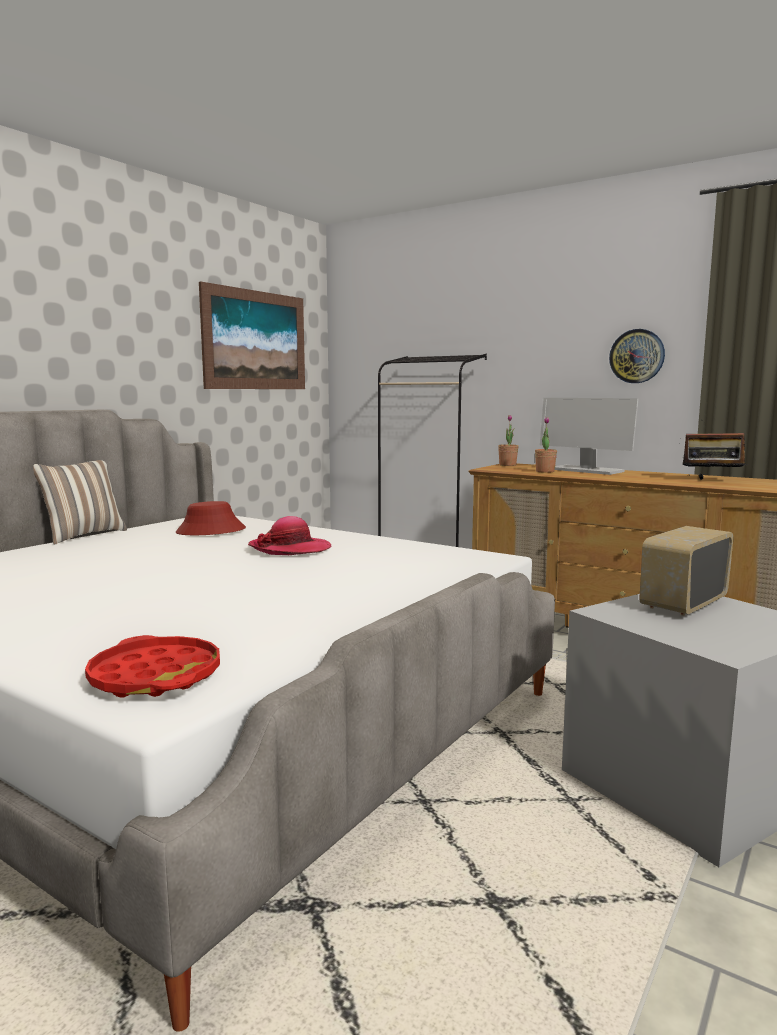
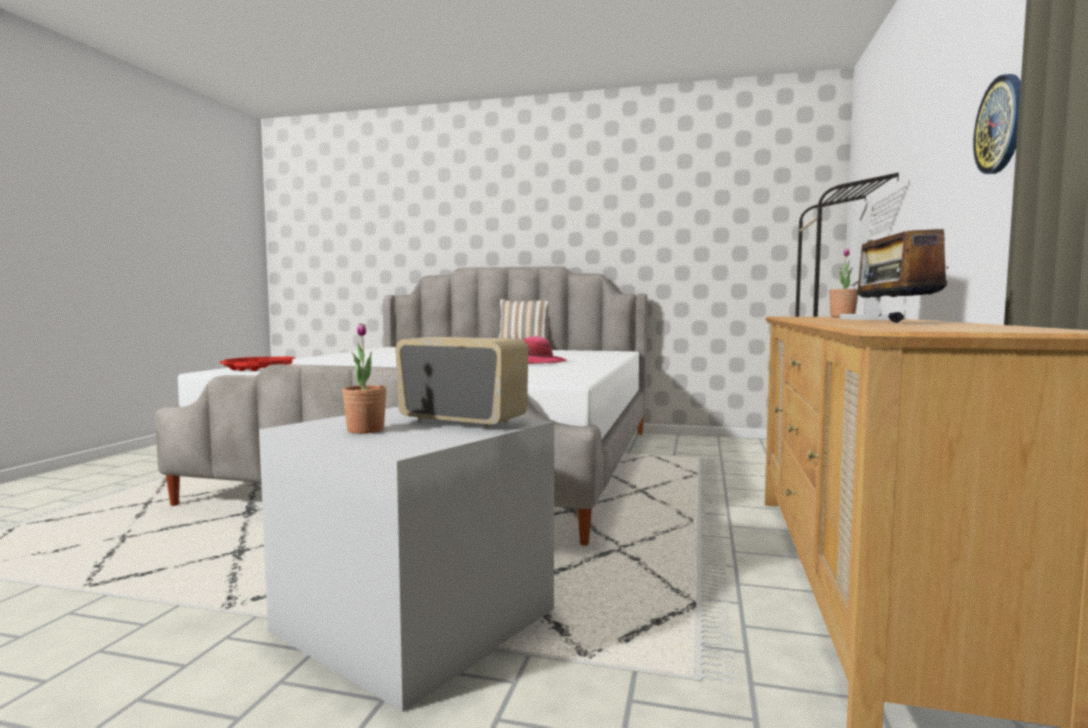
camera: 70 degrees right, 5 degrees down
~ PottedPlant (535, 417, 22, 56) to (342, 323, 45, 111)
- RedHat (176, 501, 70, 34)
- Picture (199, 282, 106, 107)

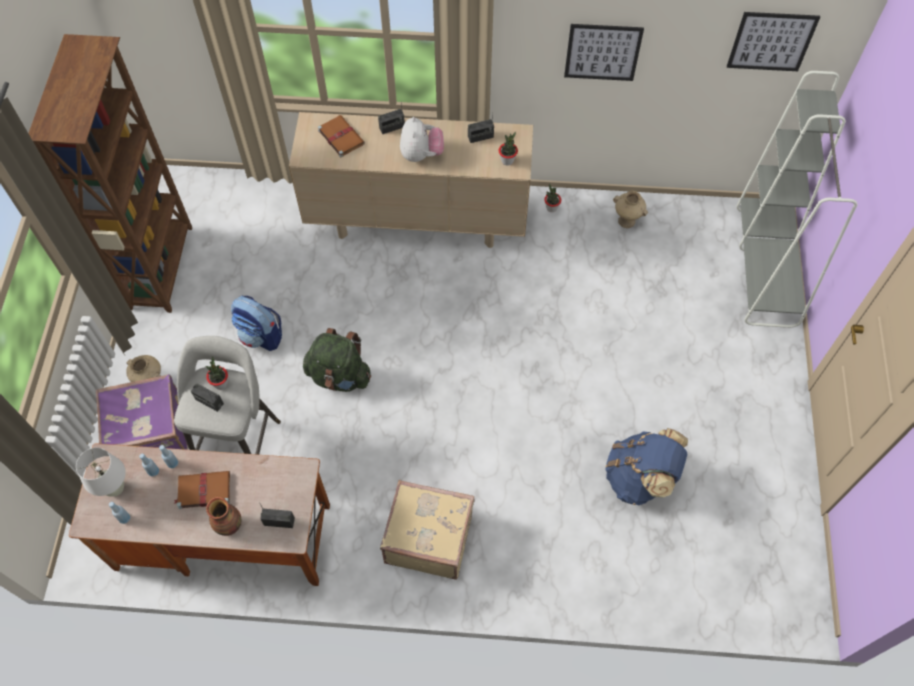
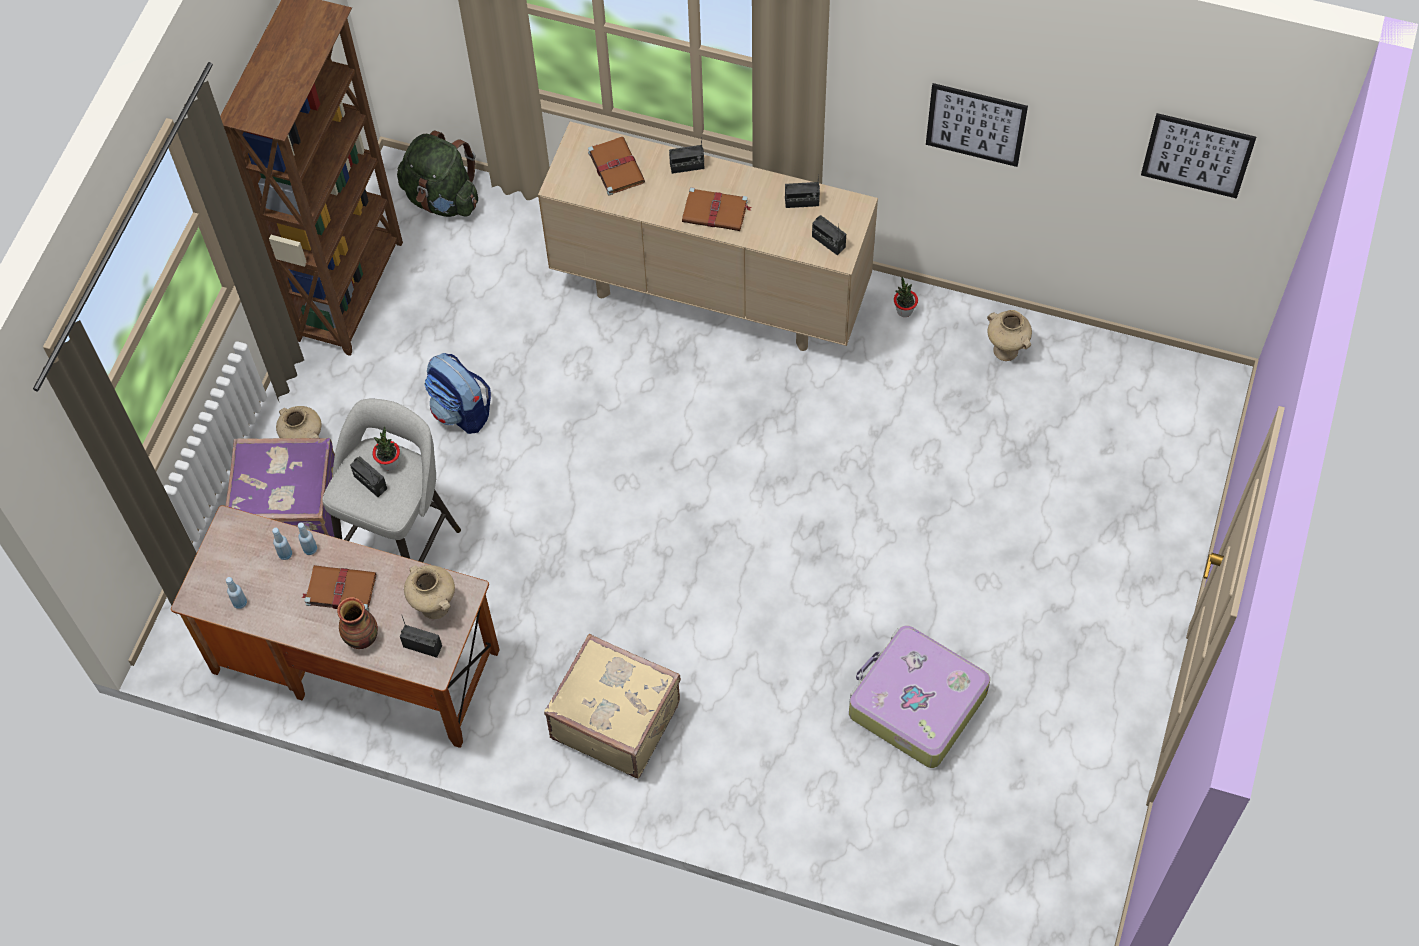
camera: 15 degrees right, 0 degrees up
~ GreenBackpack (303, 328, 68, 64) to (397, 130, 81, 87)
+ BeigeVase (404, 565, 51, 54)
~ PlushToy (400, 117, 44, 45) to BrownBook (682, 187, 70, 44)
~ PottedPlant (499, 132, 19, 34) to Radio (812, 215, 34, 40)
~ BlueBackpack (605, 428, 83, 77) to Suitcase (849, 625, 141, 143)
- WhiteTableLamp (76, 448, 50, 49)
- GreyClothesRack (736, 71, 122, 257)

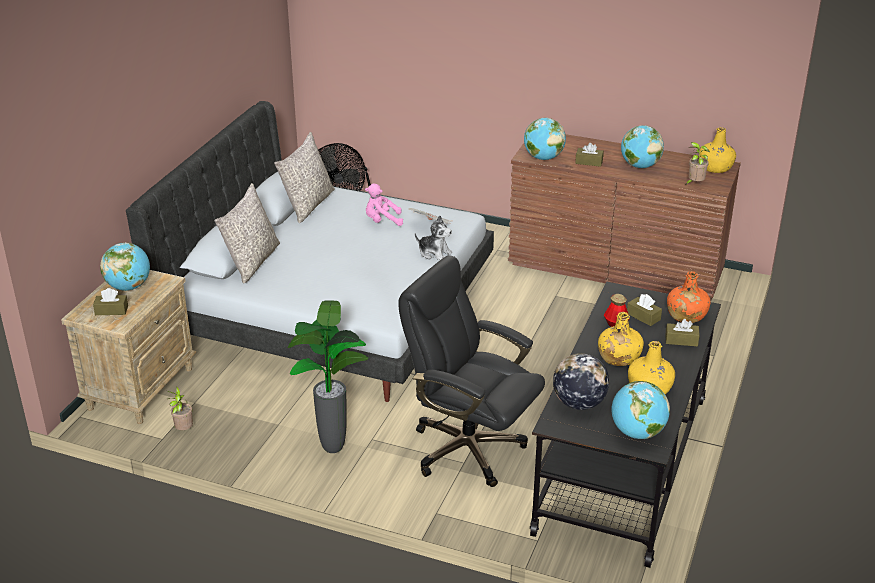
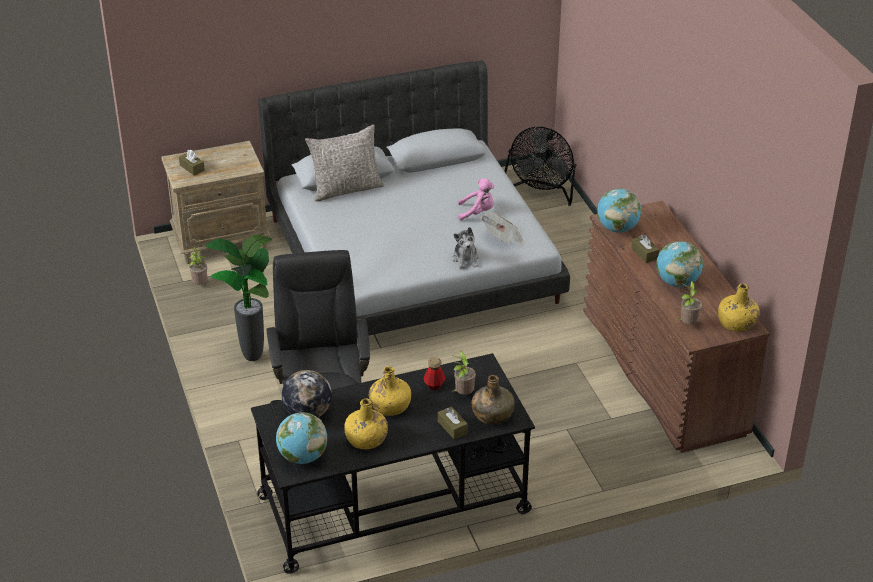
camera: 50 degrees right, 5 degrees up
~ BrownTissueBox (627, 294, 35, 32) to PottedPlant (451, 351, 25, 44)
~ PinkPlushToy (365, 184, 38, 42) = (458, 178, 36, 43) 135 degrees clockwise
~ OrangeBottle (667, 271, 43, 52) to GreenBottle (471, 375, 44, 50)
- Globe (100, 243, 50, 48)
- GreyPillow (274, 132, 61, 91)

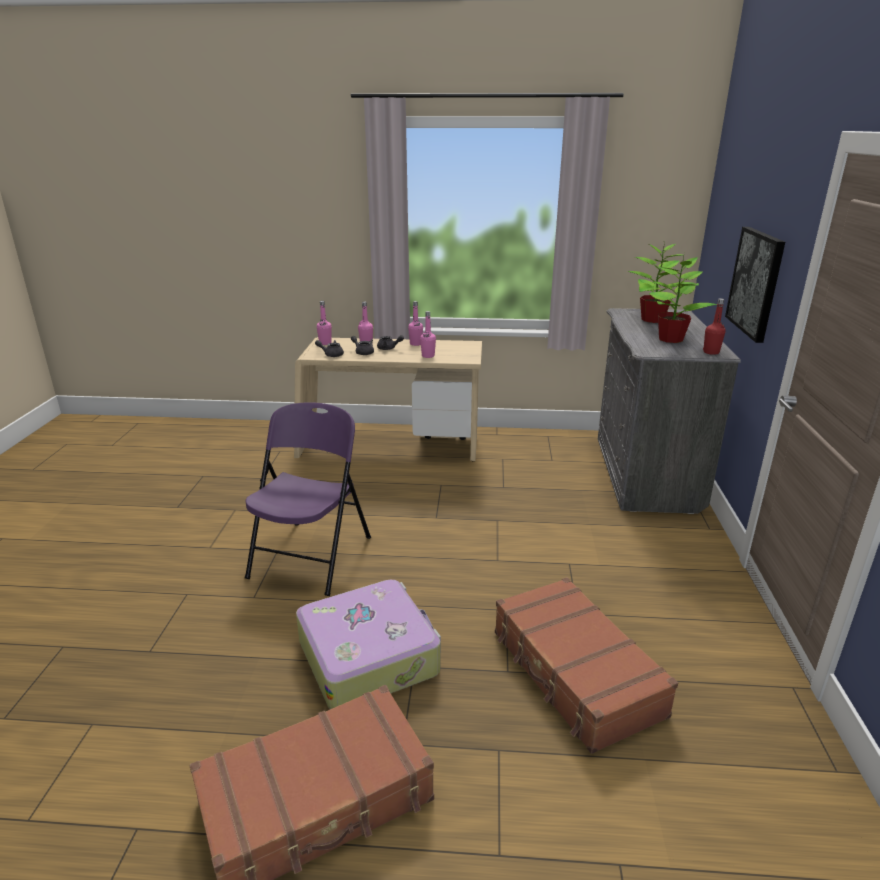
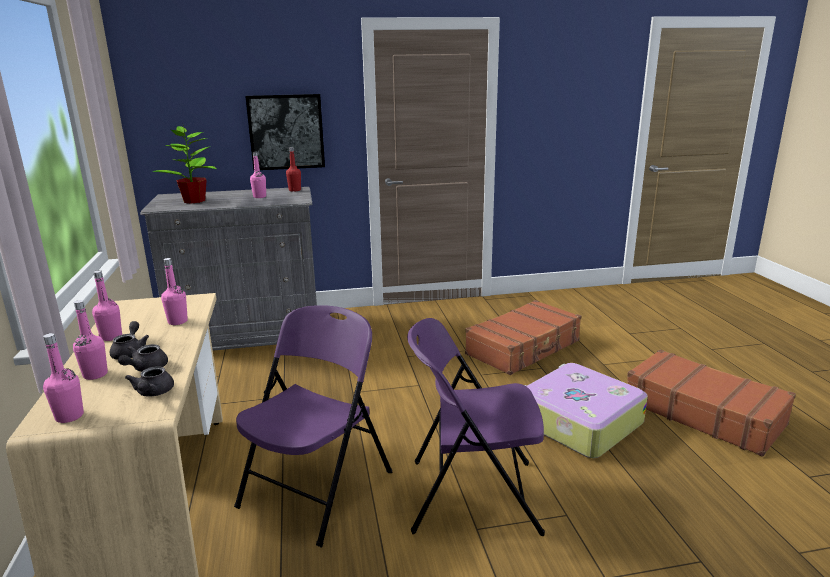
camera: 105 degrees left, 5 degrees down
+ PurpleChair (234, 305, 158, 243)
~ PottedPlant (649, 253, 68, 90) to PinkBottle (250, 152, 16, 46)

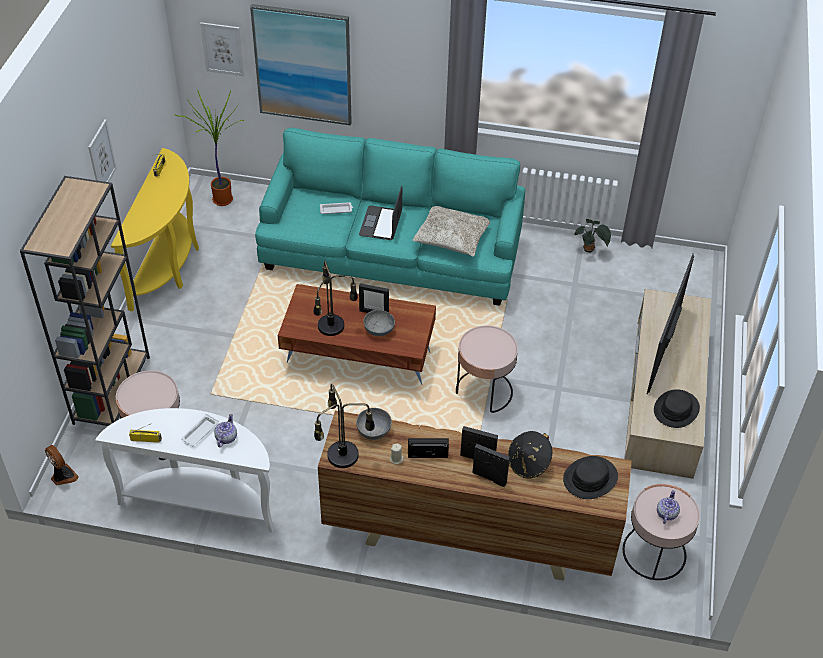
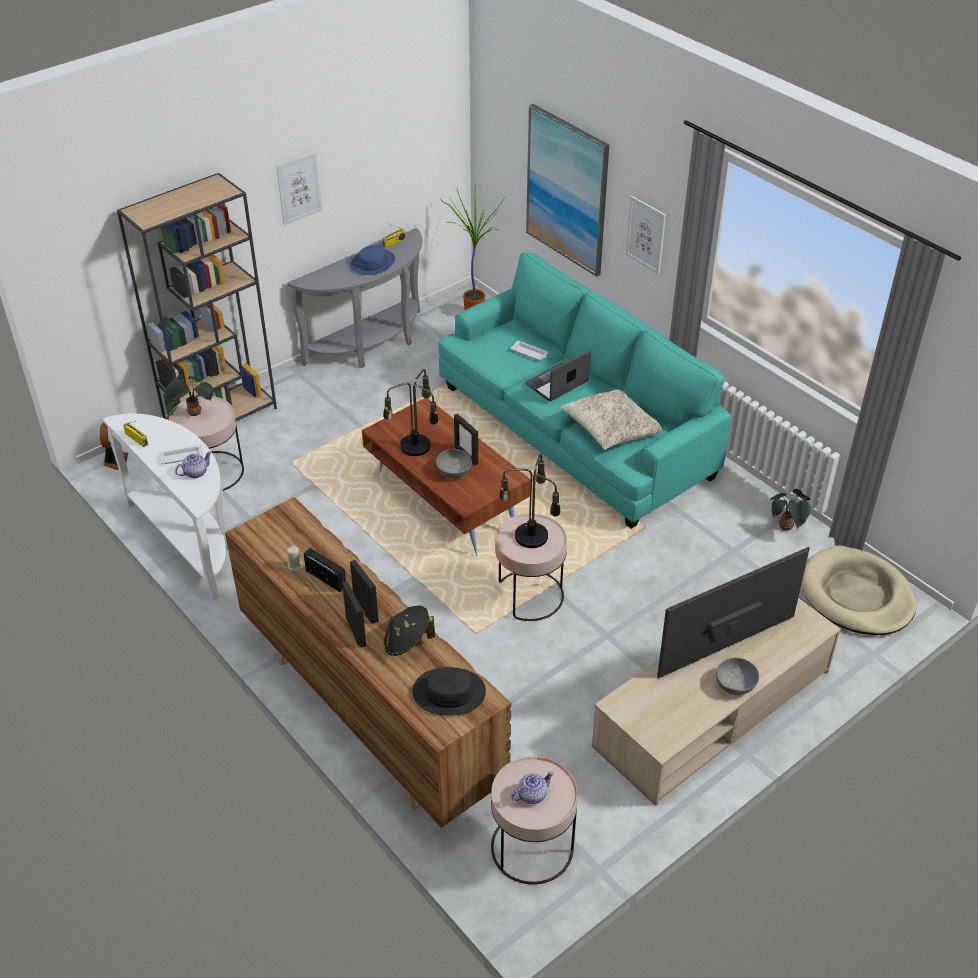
camera: 40 degrees right, 5 degrees down
+ PottedPlant (165, 374, 48, 42)
~ YellowConsoleTable (111, 148, 88, 163) to GreyConsoleTable (287, 228, 135, 140)
+ BlueHat (350, 245, 45, 30)
~ TableLamp (314, 384, 61, 84) to (500, 453, 60, 95)
~ Picture (200, 22, 44, 54) to (625, 196, 41, 79)
~ GreyBowl (356, 408, 36, 32) to (716, 658, 43, 37)
+ BeigeDogBed (802, 546, 115, 89)
- BlackHat (654, 389, 46, 39)

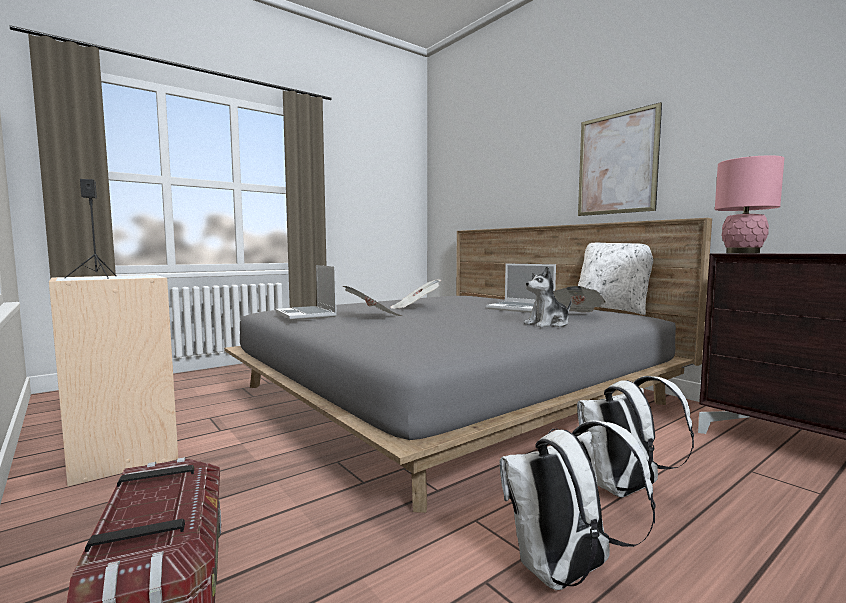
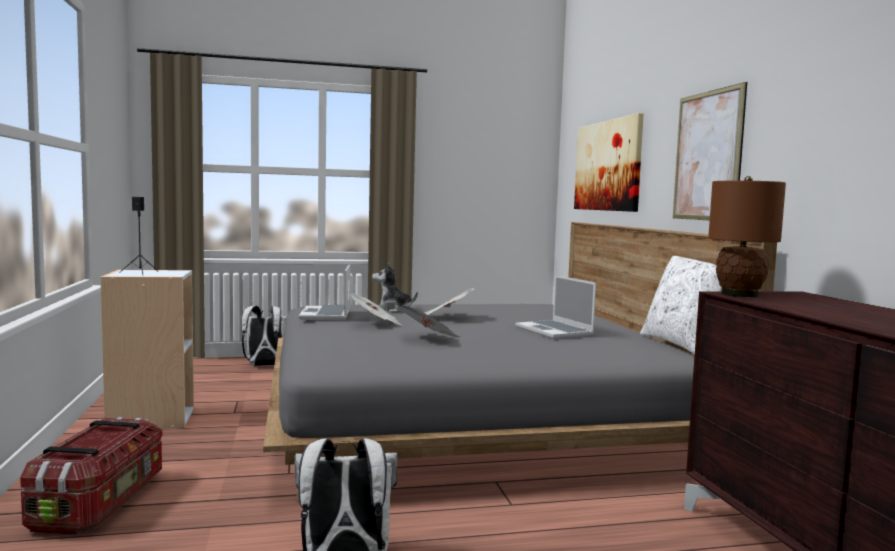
camera: 25 degrees right, 0 degrees up
~ WhiteBackpack (577, 376, 117, 121) to (241, 306, 46, 60)
~ PlushToy (524, 266, 48, 62) to (372, 262, 46, 50)
~ Newspaper (553, 286, 53, 26) to (397, 306, 63, 31)
+ Picture (574, 113, 70, 99)
~ PinkTableLamp (715, 155, 69, 98) to BrownTableLamp (708, 176, 78, 121)

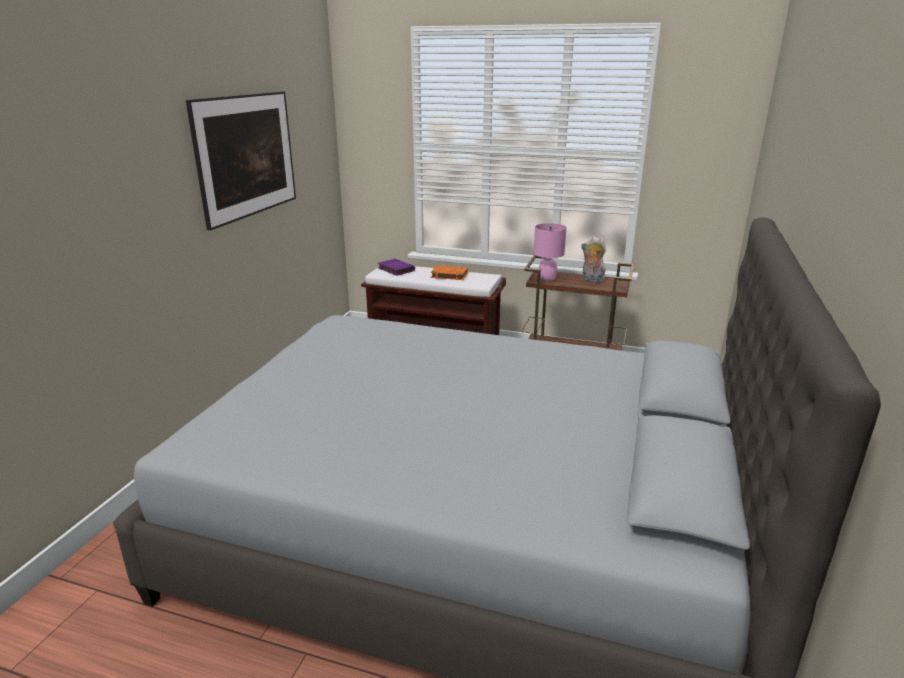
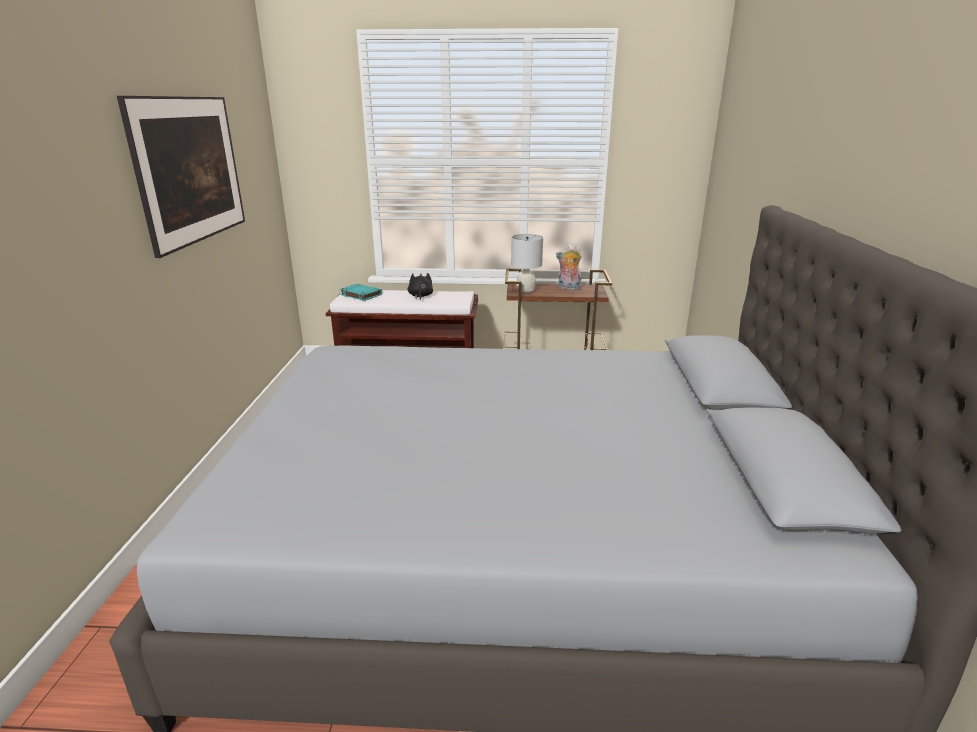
camera: 15 degrees left, 0 degrees up
~ PurpleBook (378, 259, 37, 17) to TurquoiseBook (340, 284, 42, 17)
~ OrangeBook (431, 266, 37, 14) to BlackPlushToy (408, 273, 25, 27)
~ PinkTableLamp (534, 223, 32, 58) to GreyTableLamp (511, 234, 32, 59)

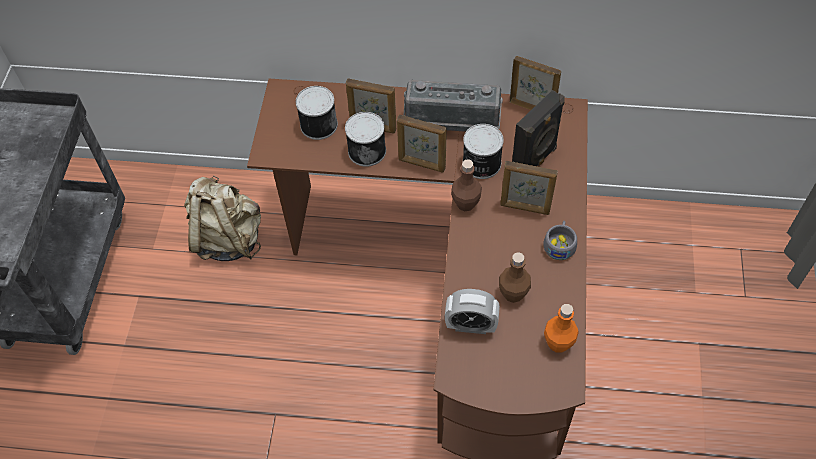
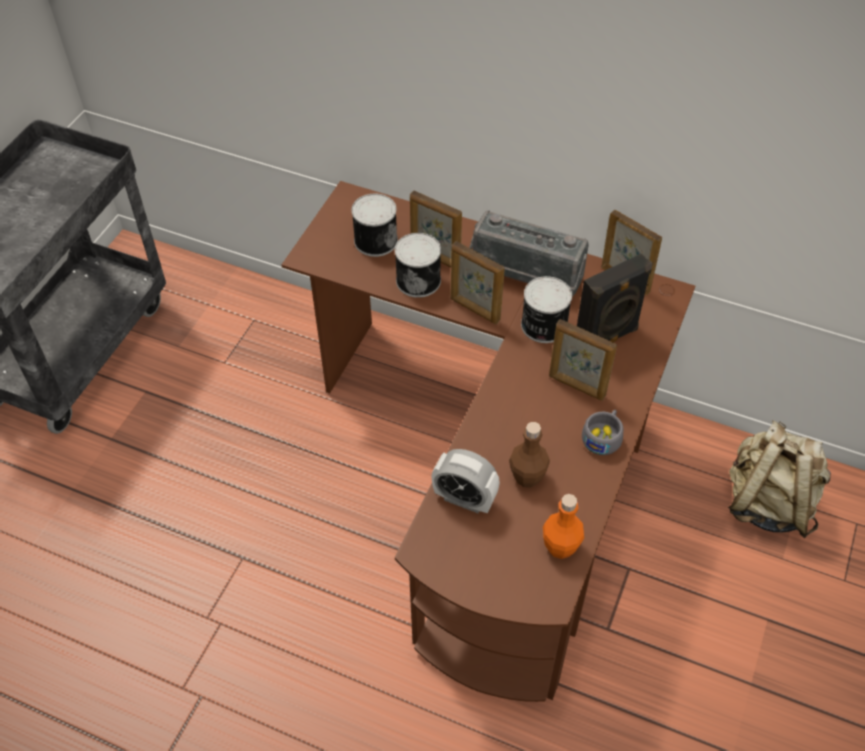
camera: 15 degrees right, 5 degrees down
~ BeigeBackpack (184, 176, 77, 85) to (728, 420, 103, 118)
- BrownBottle (451, 159, 31, 52)

